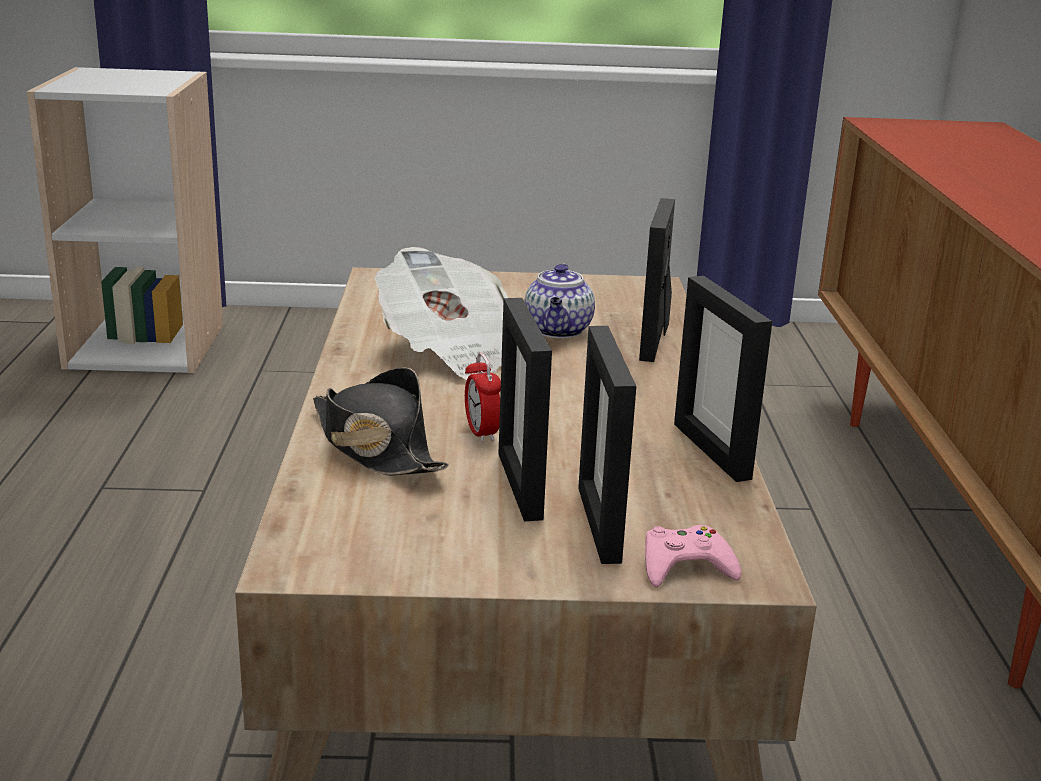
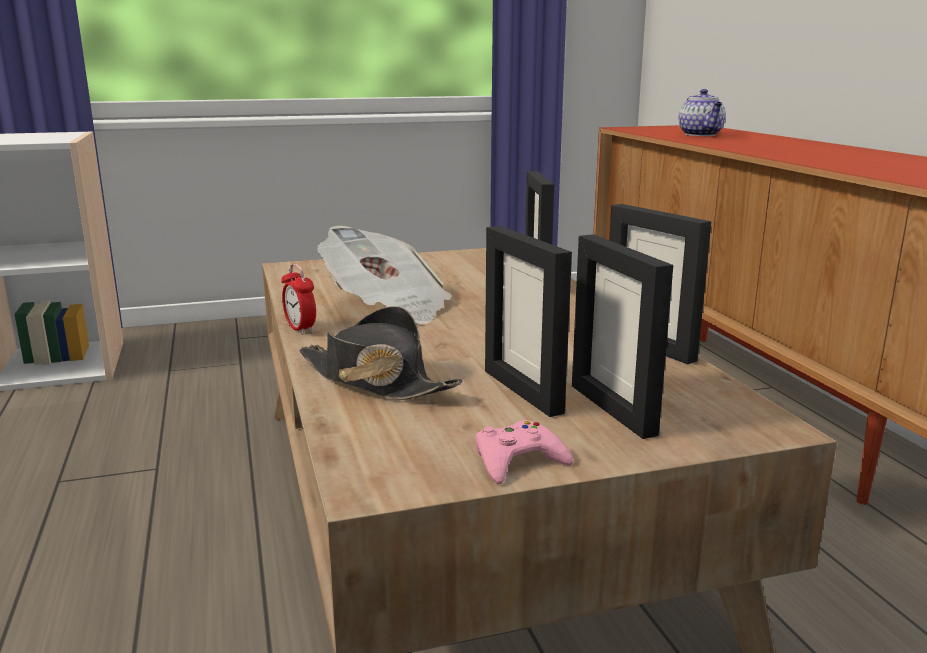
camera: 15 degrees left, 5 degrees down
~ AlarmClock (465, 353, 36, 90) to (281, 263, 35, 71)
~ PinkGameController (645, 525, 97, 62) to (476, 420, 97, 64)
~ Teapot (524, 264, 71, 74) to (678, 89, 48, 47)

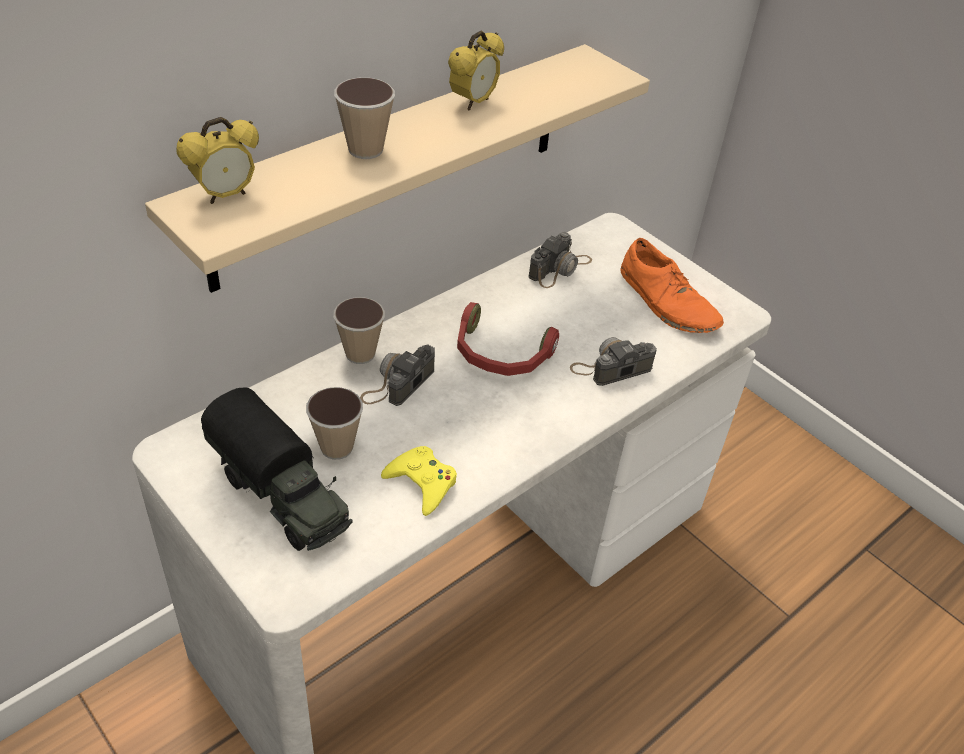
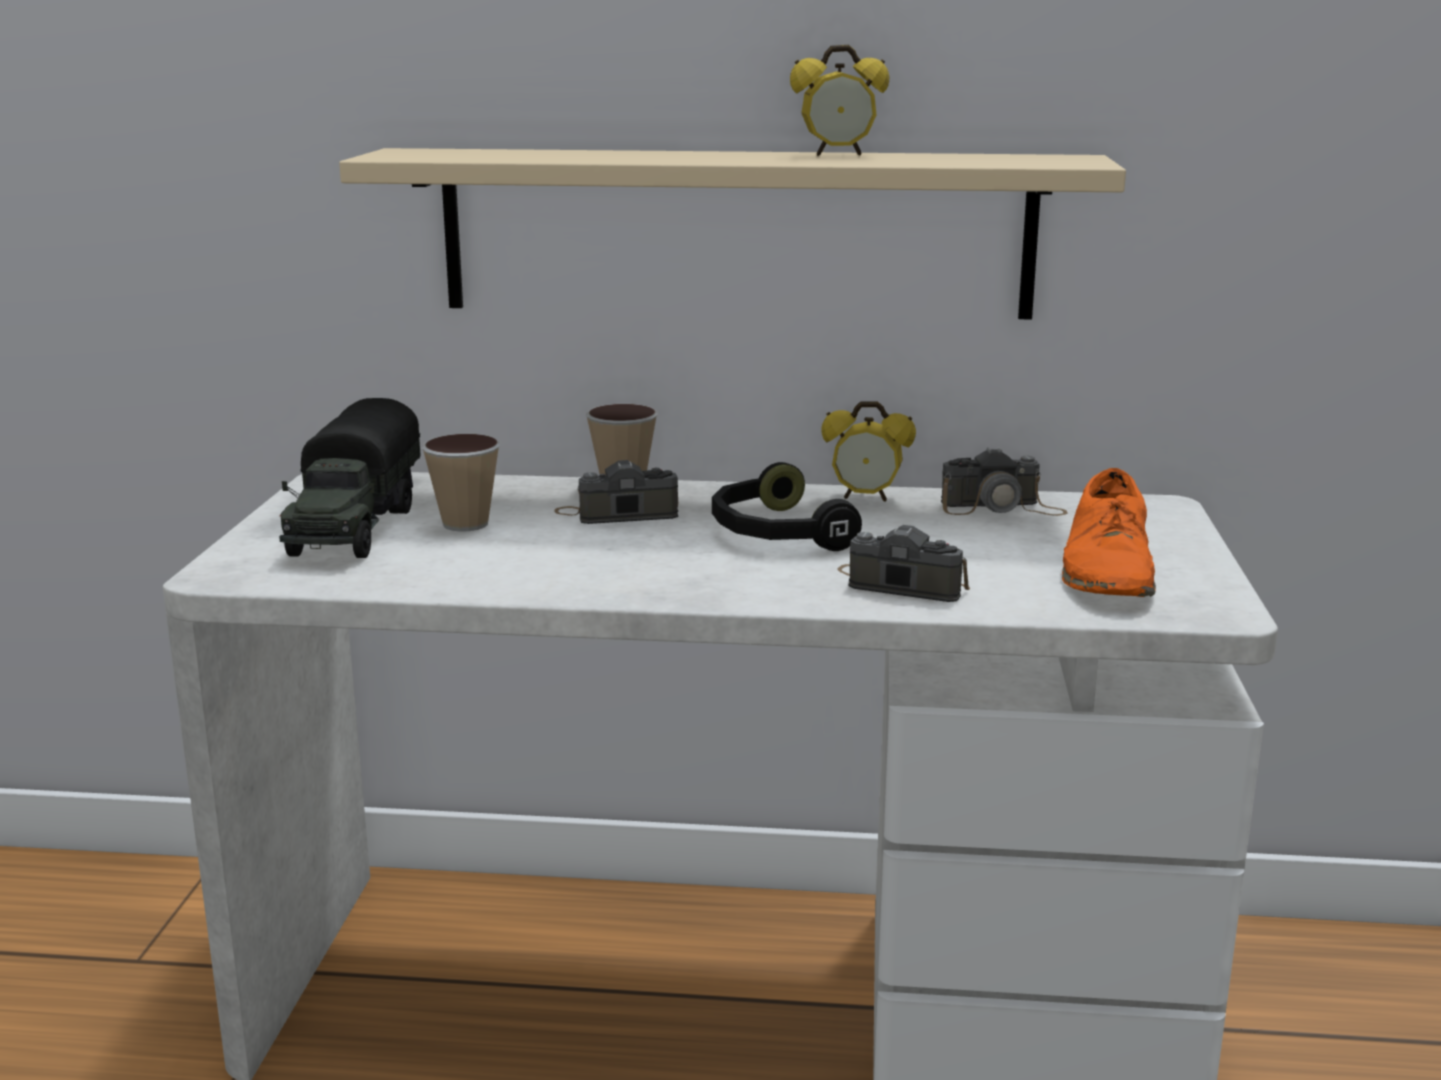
camera: 50 degrees right, 25 degrees down
~ RedHeadphones (457, 302, 102, 74) to BlackHeadphones (712, 462, 150, 89)
~ AlarmClock (176, 117, 83, 87) to (821, 401, 95, 101)
- Cup (334, 78, 61, 81)
- YellowGameController (381, 446, 76, 70)

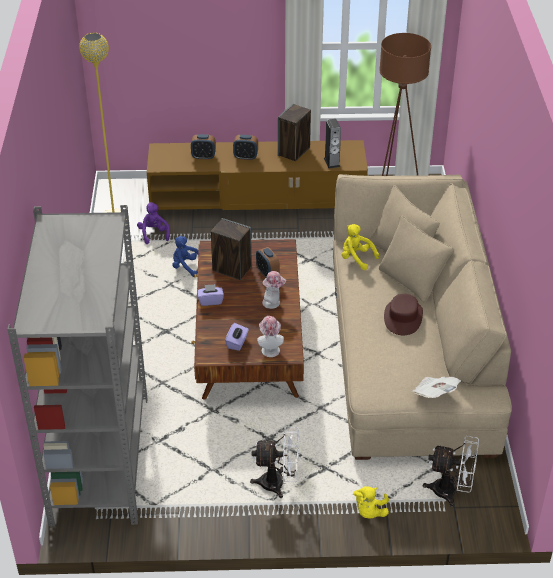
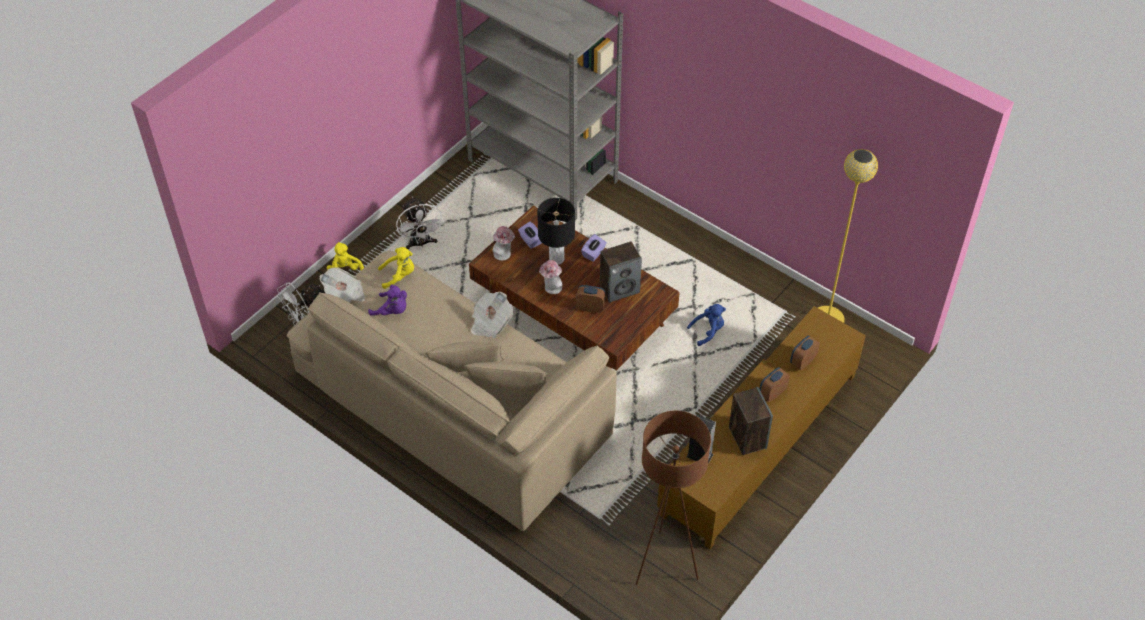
camera: 130 degrees right, 10 degrees up
~ PurplePlushToy (137, 202, 33, 42) to (368, 285, 39, 31)
~ YellowPlushToy (342, 224, 37, 46) to (378, 247, 36, 42)
~ WhiteFan (250, 426, 49, 72) = (396, 196, 48, 53) 60 degrees counterclockwise
+ Newspaper (471, 292, 42, 46)
+ BlackTableLamp (537, 198, 38, 67)
- BrownHat (384, 294, 39, 41)

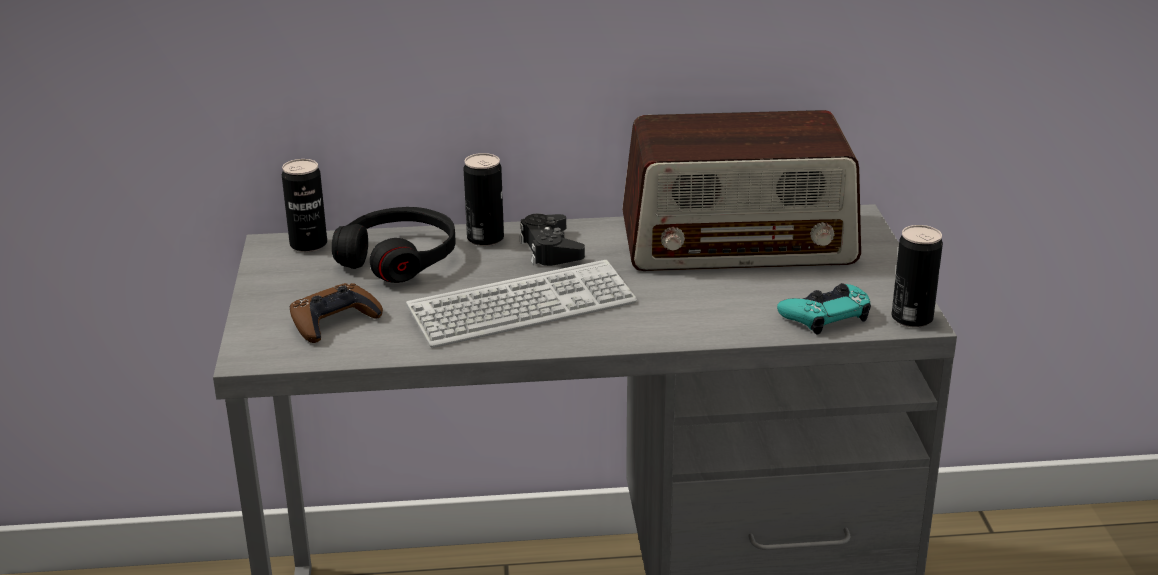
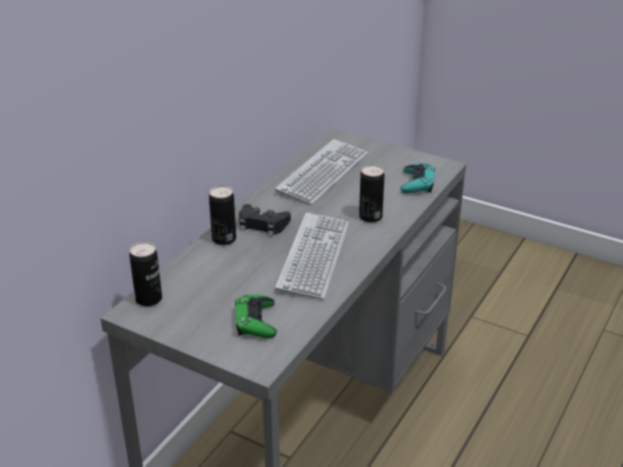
camera: 55 degrees left, 5 degrees up
~ BrownGameController (290, 283, 93, 60) to GreenGameController (235, 295, 42, 43)
~ Radio (622, 110, 239, 161) to Keyboard (275, 139, 93, 66)
~ Can (892, 225, 51, 103) to (359, 165, 26, 58)
- BlackHeadphones (332, 207, 124, 76)

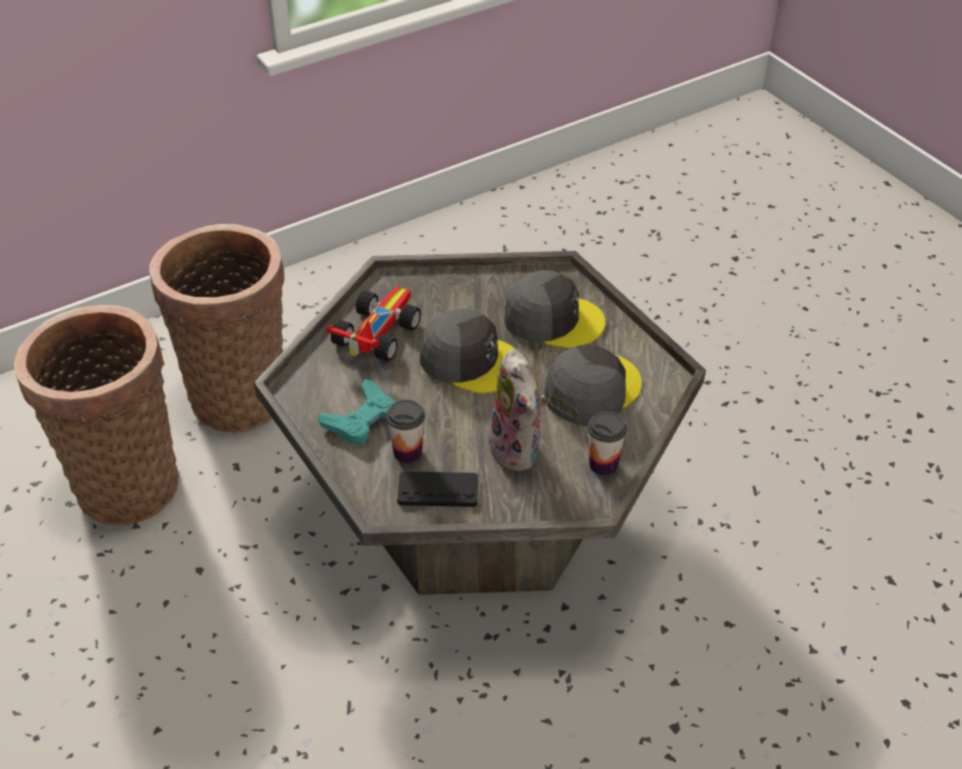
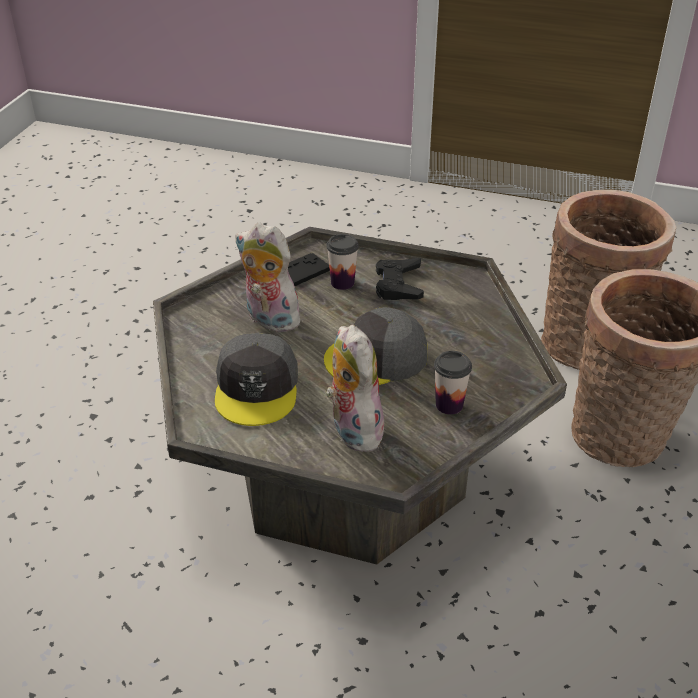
camera: 140 degrees right, 5 degrees down
~ GreyCap (504, 270, 101, 78) to PlushToy (325, 325, 59, 127)
~ TurquoiseGameController (318, 379, 78, 66) to BlackGameController (376, 258, 48, 42)
~ Cup (588, 411, 39, 64) to (434, 351, 38, 63)
- ToyCar (326, 286, 95, 75)

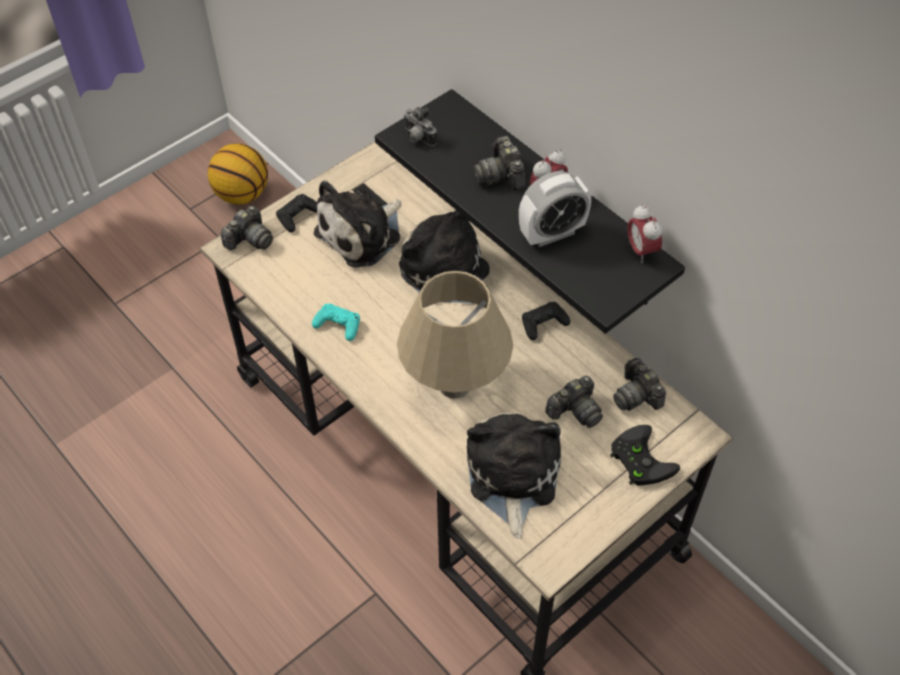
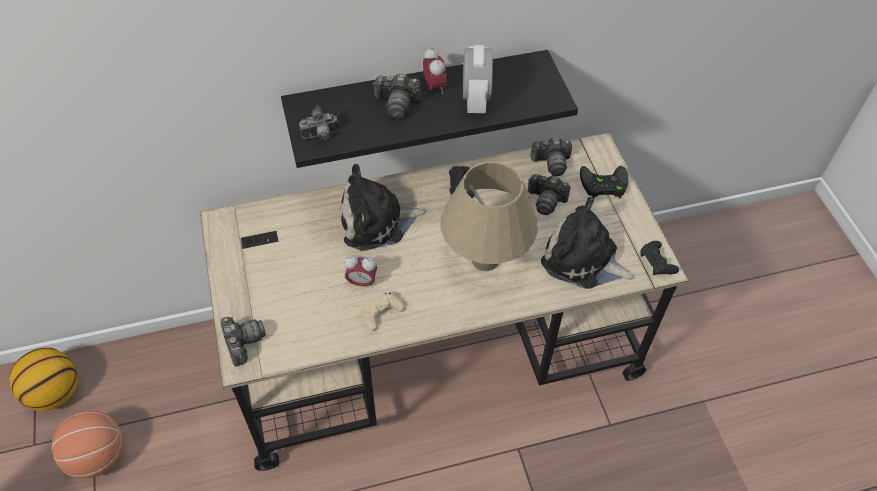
camera: 65 degrees left, 0 degrees up
+ Basketball (52, 411, 71, 68)
~ AlarmClock (627, 204, 35, 59) to (344, 255, 33, 33)
~ TurquoiseGameController (312, 304, 48, 37) to BeigeGameController (361, 292, 44, 39)
~ PhotoCamera (545, 376, 58, 52) = (528, 174, 42, 41) 120 degrees clockwise
~ BlackGameController (276, 194, 41, 38) to (641, 241, 38, 34)
- PlushToy (314, 181, 87, 87)

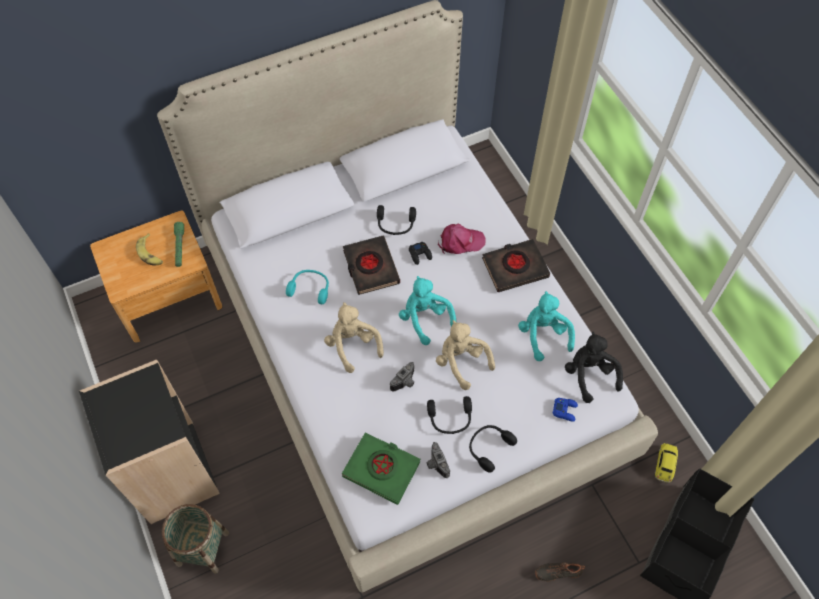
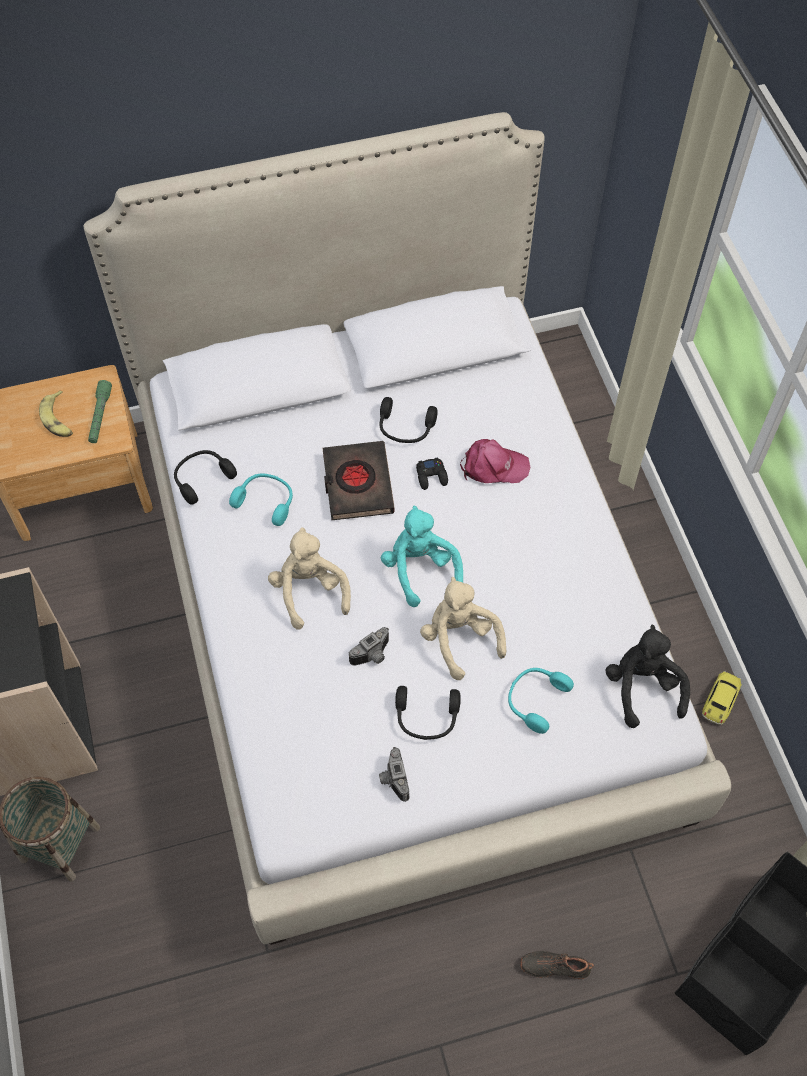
camera: 10 degrees right, 0 degrees up
~ BlackHeadphones (469, 425, 48, 48) to (174, 450, 63, 55)
+ TurquoiseHeadphones (508, 668, 66, 66)
~ ToyCar (655, 443, 23, 40) to (702, 671, 40, 54)
- GreenBook (342, 433, 78, 72)
- BlackBook (482, 239, 68, 53)
- TurquoisePlushToy (518, 291, 57, 70)
- BlueGameController (552, 398, 26, 24)

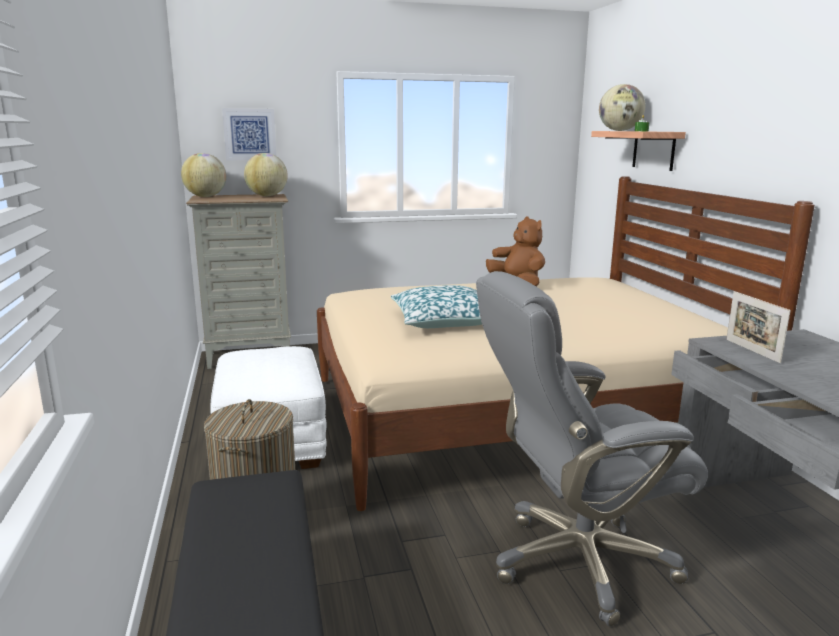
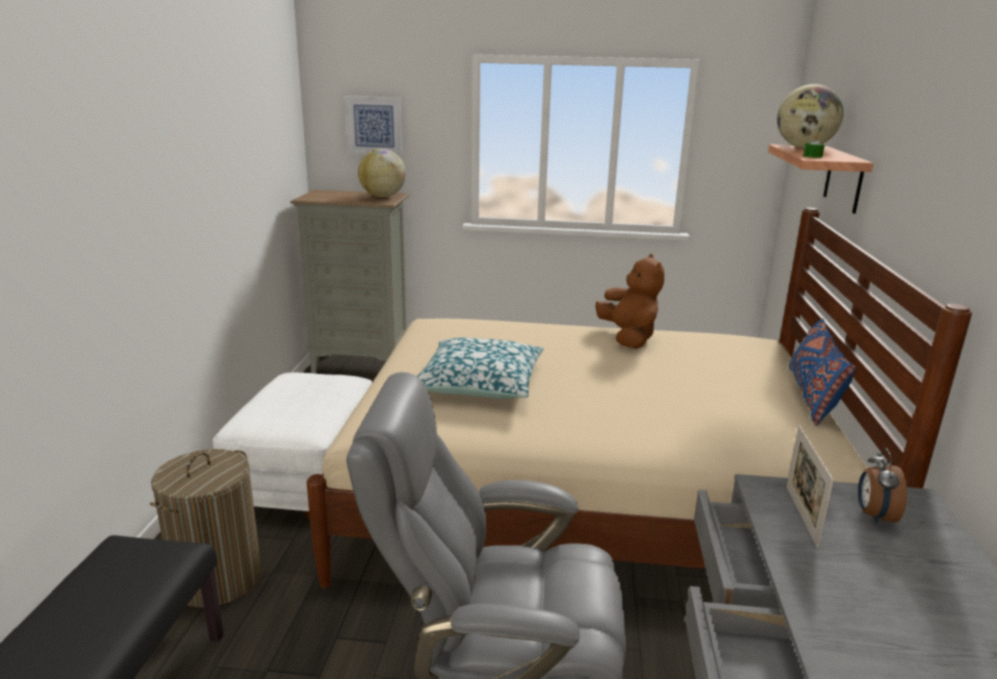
camera: 20 degrees right, 5 degrees up
+ BluePillow (789, 319, 67, 107)
+ AlarmClock (858, 448, 49, 76)
- Globe (181, 153, 45, 44)

